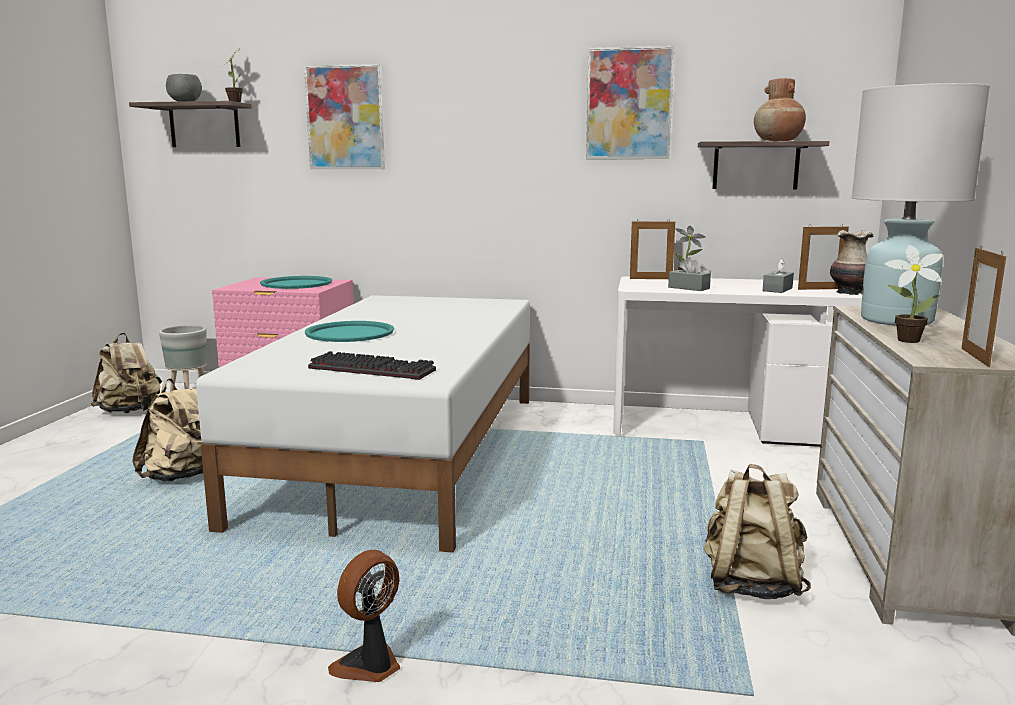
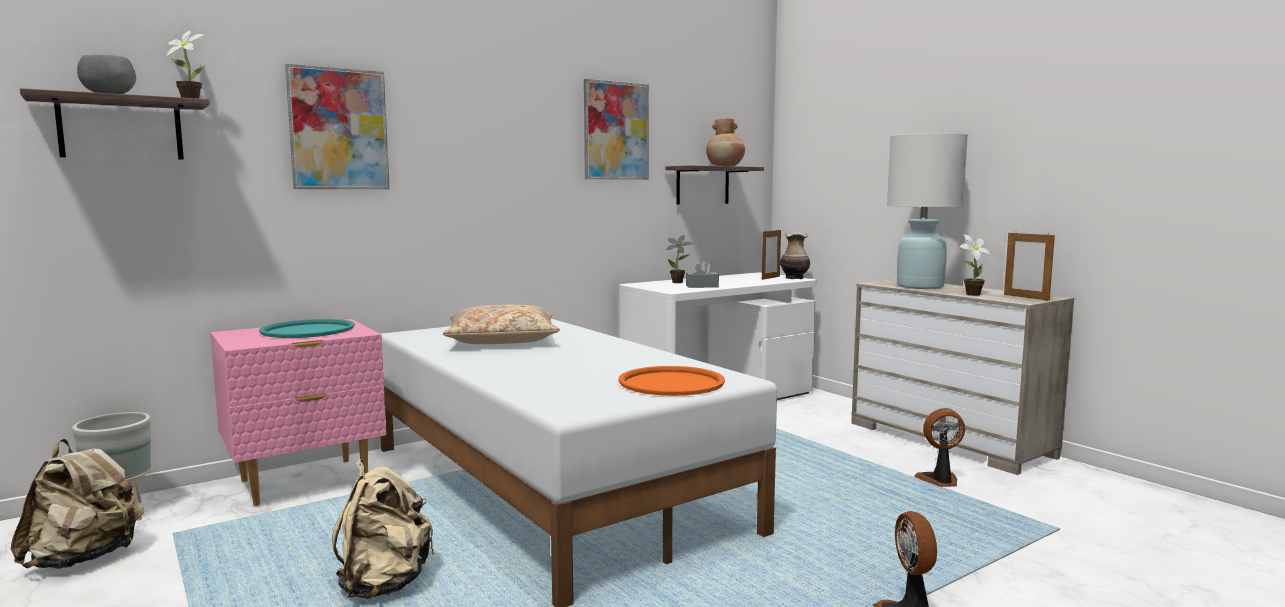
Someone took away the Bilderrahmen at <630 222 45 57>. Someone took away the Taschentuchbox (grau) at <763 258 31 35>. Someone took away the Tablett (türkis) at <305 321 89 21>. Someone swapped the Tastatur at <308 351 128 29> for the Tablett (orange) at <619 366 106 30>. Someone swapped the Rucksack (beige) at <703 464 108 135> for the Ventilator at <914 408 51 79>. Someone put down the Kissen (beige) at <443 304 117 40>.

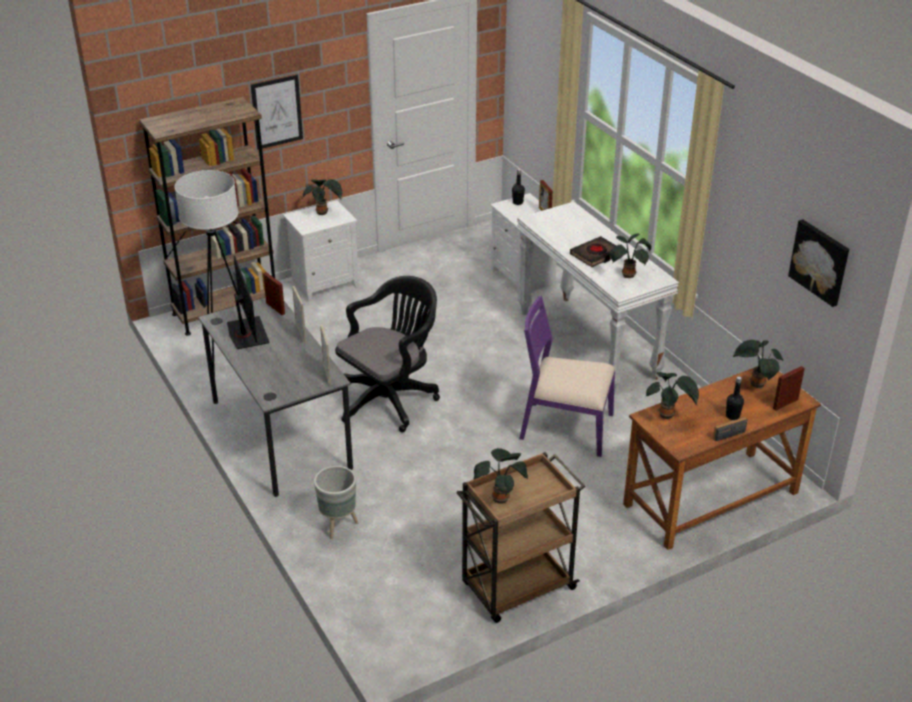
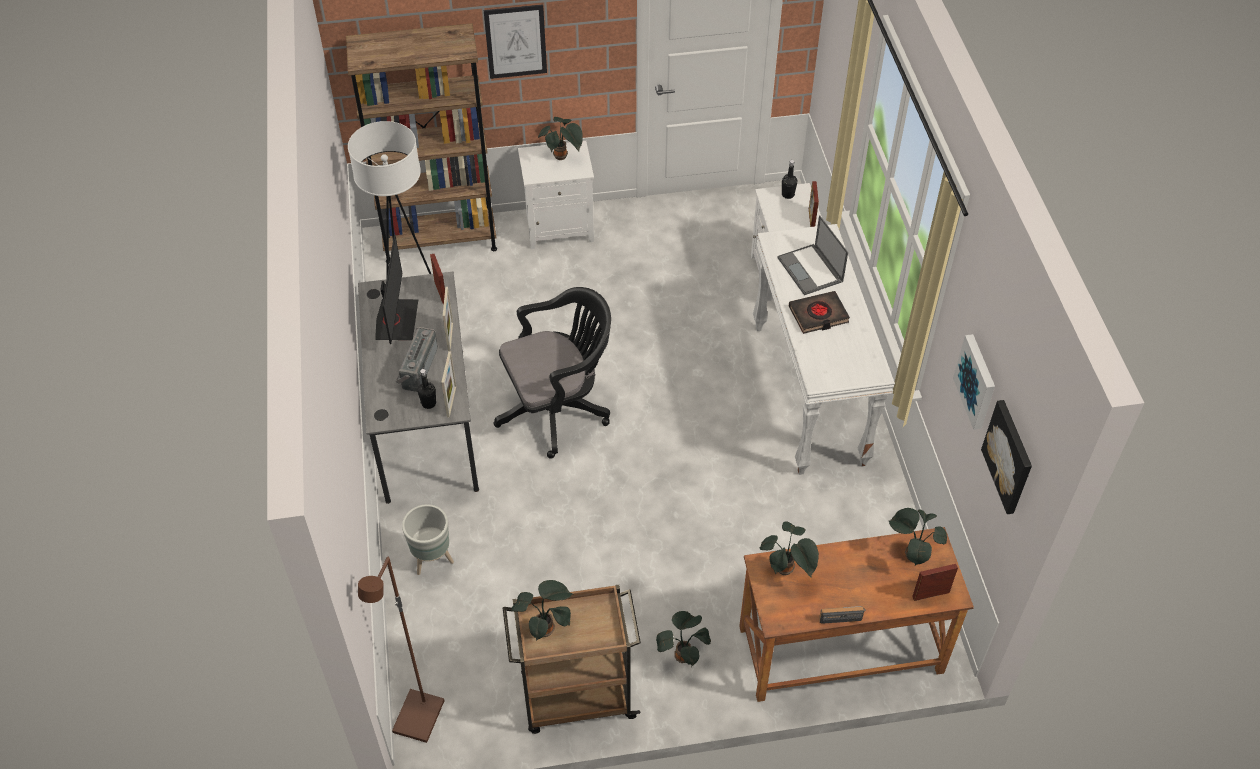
Someone carried the Topfpflanze from <610 233 41 45> to <656 611 55 56>. Someone took away the Stuhl (lila) at <519 296 96 161>. Someone carried the Flasche (schwarz) from <726 376 18 44> to <418 369 18 40>. Someone put down the Laptop at <777 215 71 80>. Someone put down the Radio at <395 327 43 65>. Someone put up the Bild at <953 334 42 96>. Someone put down the Stehlampe (braun) at <358 557 87 186>.

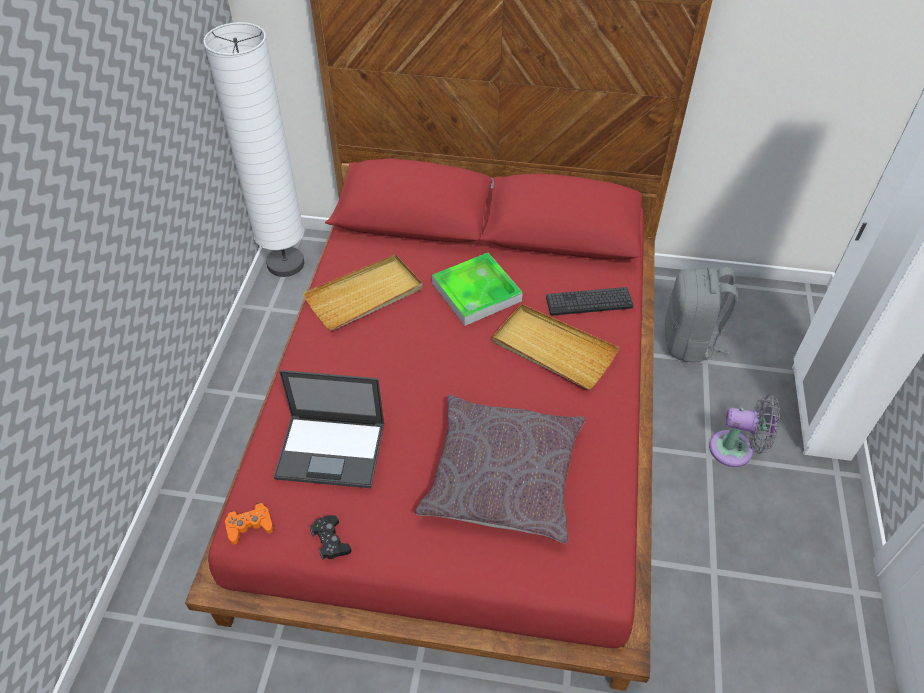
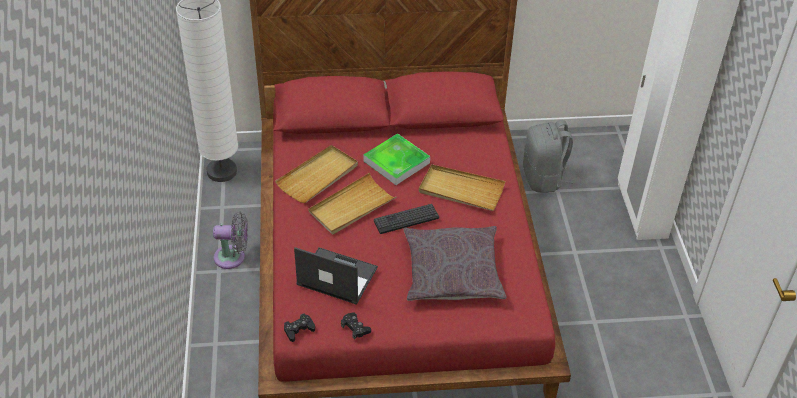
Someone carried the Tastatur from <546 287 87 29> to <374 204 65 30>. Someone rotated the Laptop at <274 370 110 118> by 150 degrees counterclockwise. Someone carried the Ventilator (grau) from <709 394 71 73> to <213 211 35 58>. Someone repainted the Gamepad (orange) at <225 503 48 41>, which became the Gamepad (schwarz) at <284 313 31 29>. Someone put down the Tablett (beige) at <309 172 88 63>.

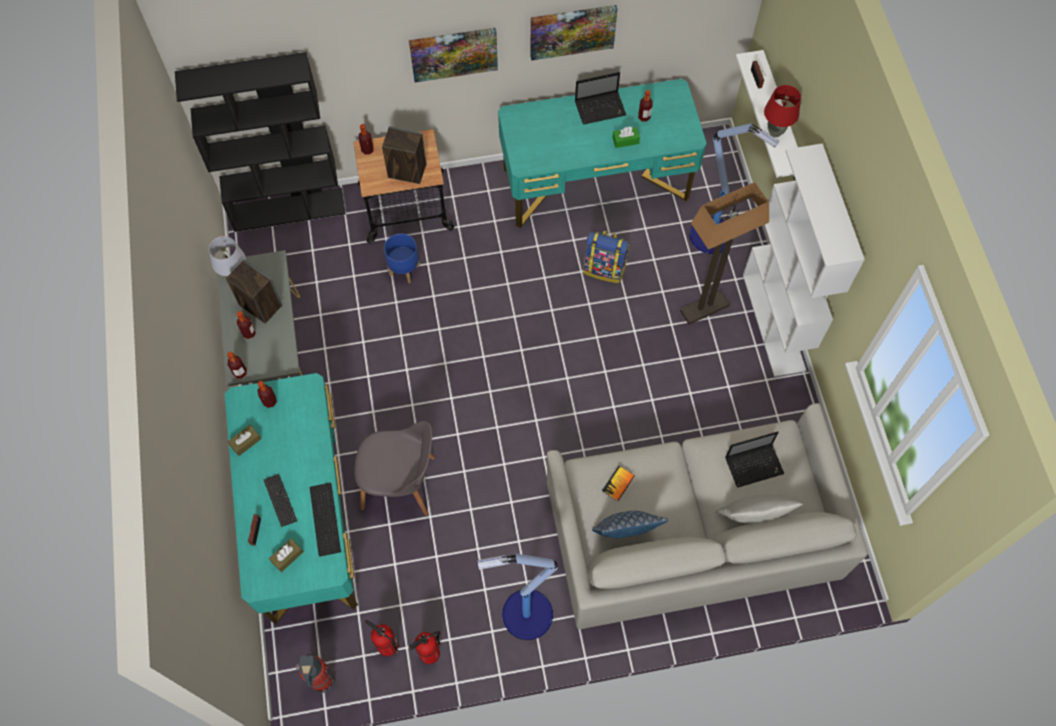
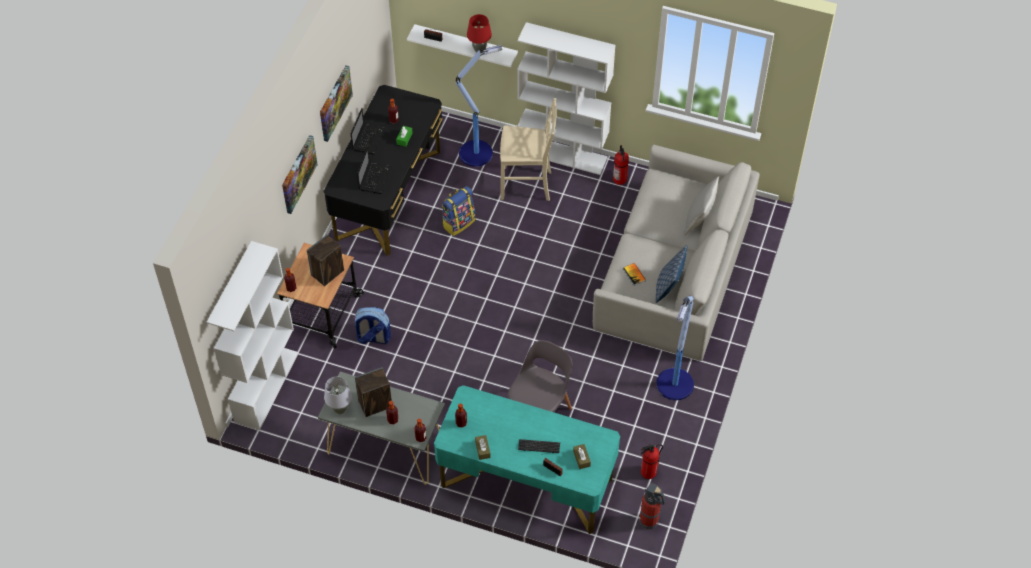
Someone repainted the Bücherregal (schwarz) at <175 52 171 180>, which became the Bücherregal (weiß) at <207 241 91 190>. Someone repainted the Schreibtisch (türkis) at <498 79 209 149>, which became the Schreibtisch (schwarz) at <324 85 118 171>. Someone swapped the Stehlampe at <680 182 89 143> for the Stuhl (beige) at <500 98 57 103>. Someone swapped the Pflanzkübel (blau) at <384 234 36 49> for the Rucksack at <353 307 38 37>. Someone carried the Laptop from <725 431 59 57> to <357 147 35 47>. Someone took away the Tastatur at <310 483 31 74>. Someone carried the Feuerlöscher from <408 631 33 33> to <613 145 16 40>.

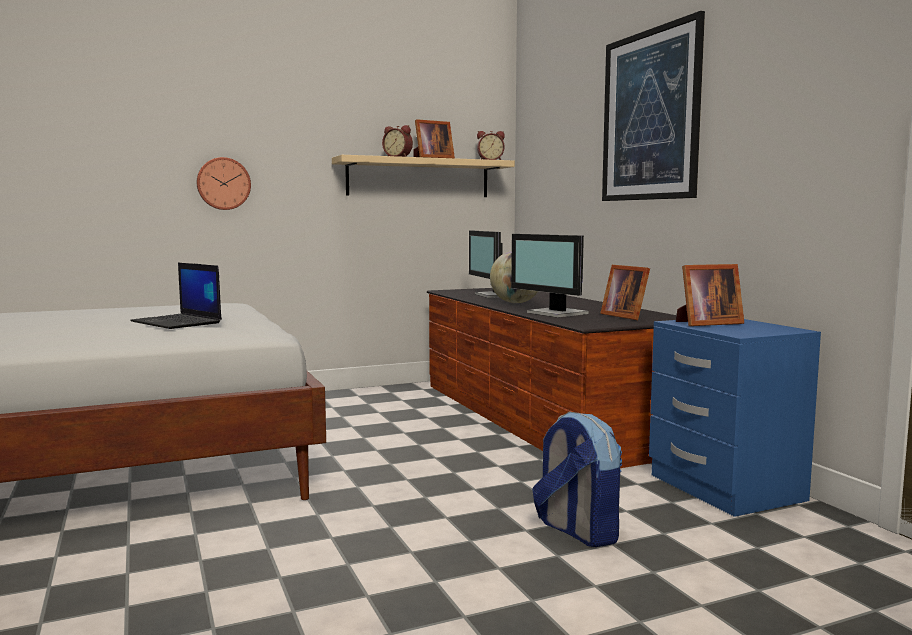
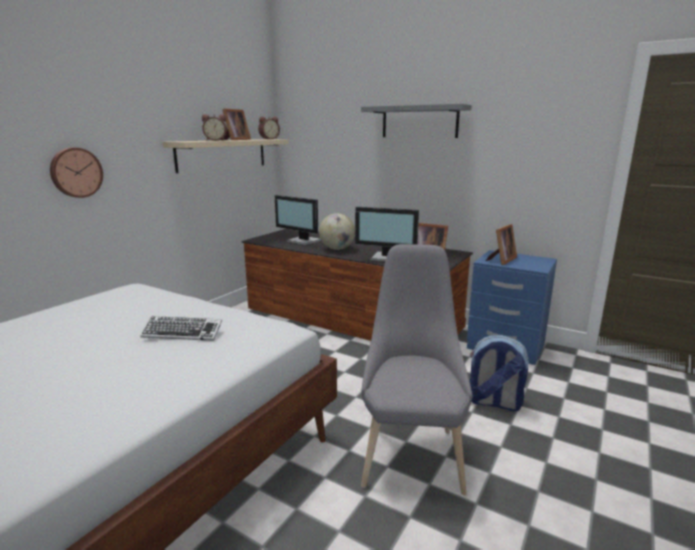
Someone swapped the Bild at <602 11 103 190> for the Wandregal (grau) at <361 103 111 35>. Someone swapped the Laptop at <130 263 92 66> for the Tastatur at <140 316 82 25>. Someone put down the Stuhl (grau) at <361 244 112 251>.

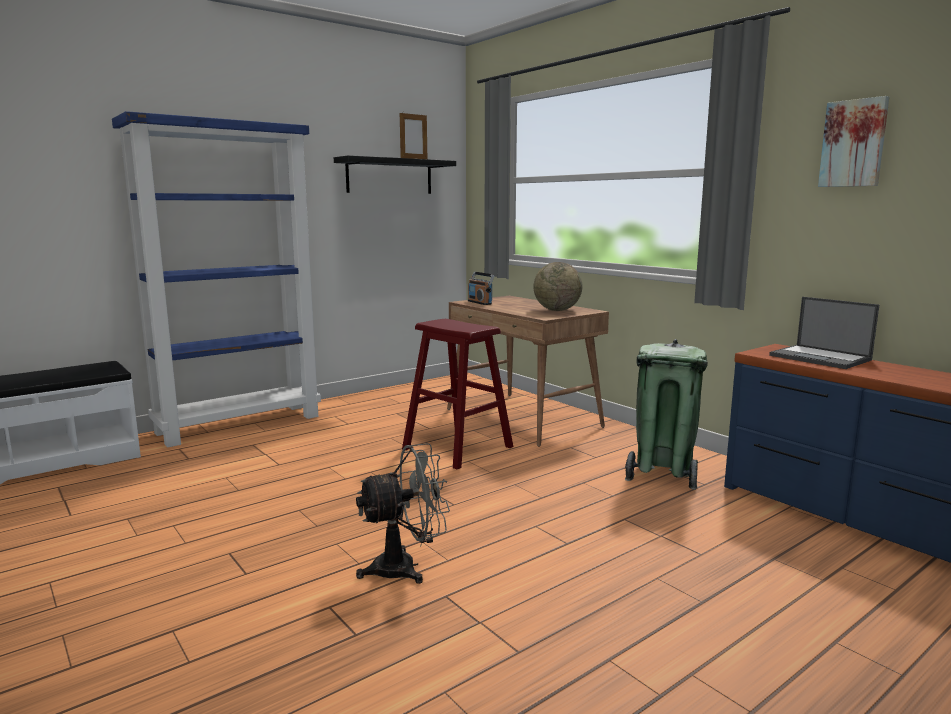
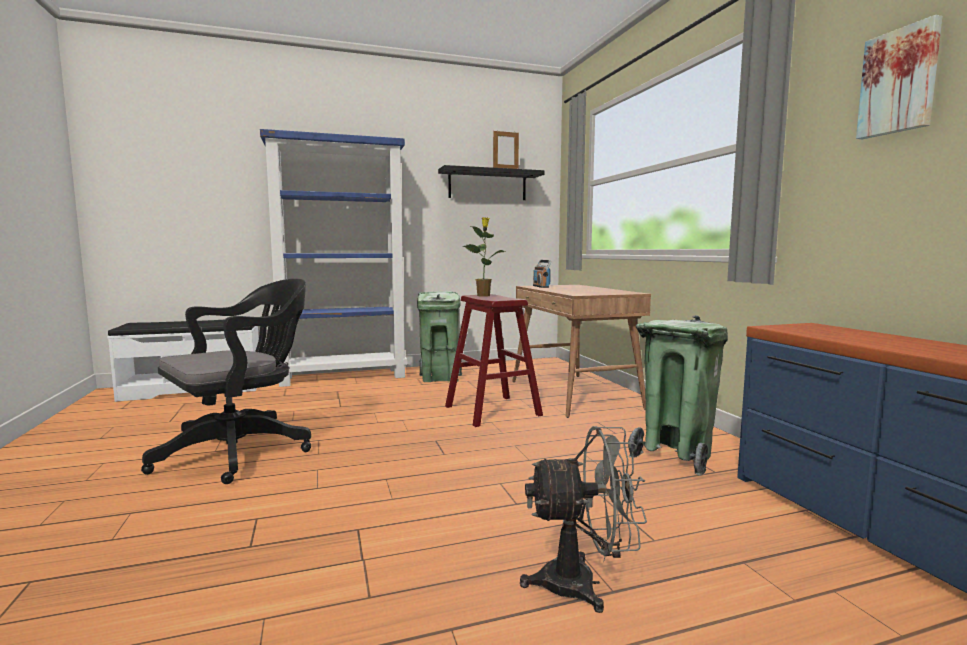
Someone took away the Globus at <534 262 48 49>. Someone took away the Laptop at <769 297 110 72>. Someone carried the Ventilator (grau) from <356 443 94 141> to <520 426 127 187>. Someone put down the Topfpflanze at <462 217 43 80>. Someone put down the Bürostuhl (schwarz) at <141 279 170 205>. Someone put down the Mülleimer (grün) at <417 291 45 91>.

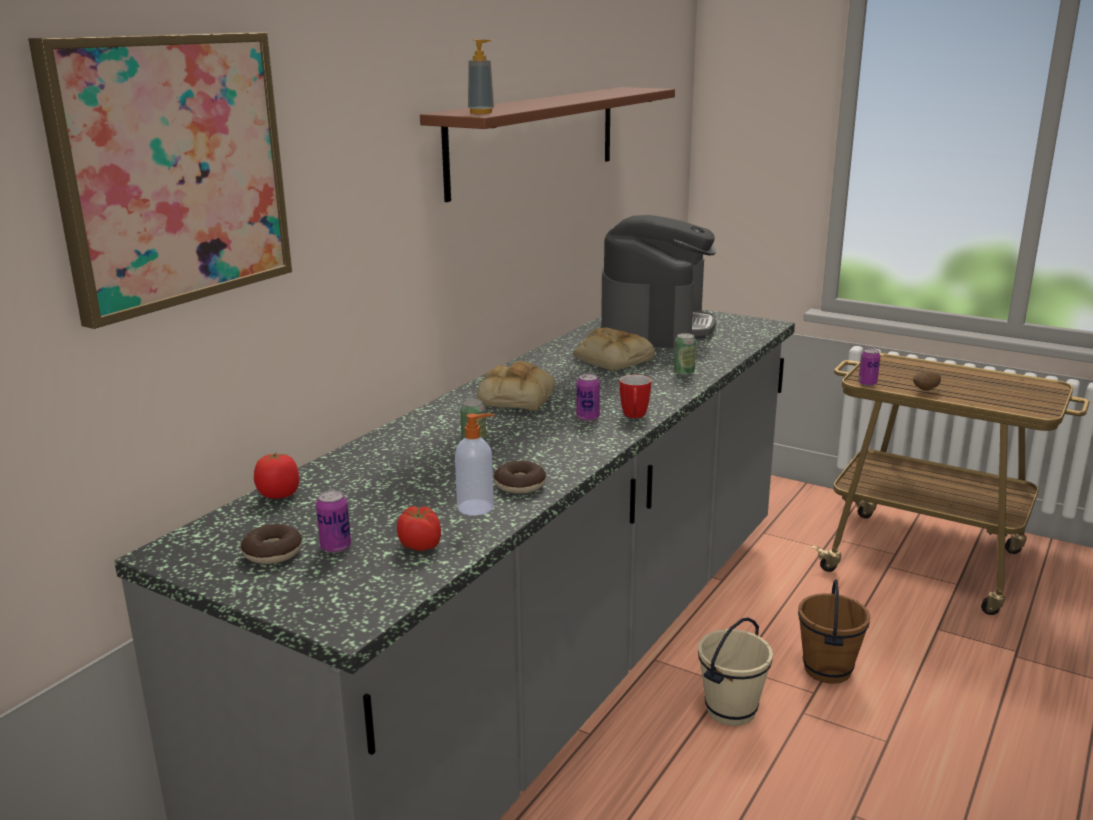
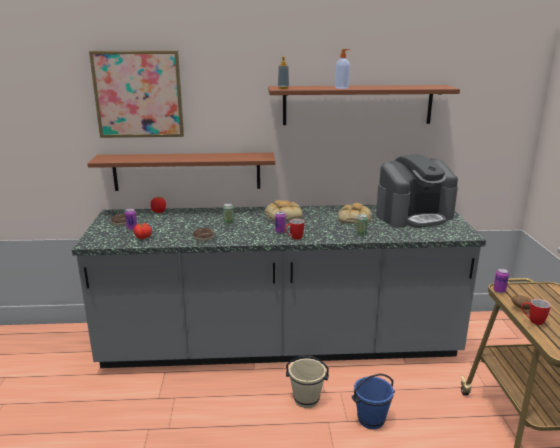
Someone carried the Seifenspender from <455 413 39 102> to <335 49 15 40>. Someone repainted the Eimer (braun) at <798 579 72 105>, which became the Eimer (blau) at <352 374 43 55>. Someone put up the Wandregal (braun) at <87 153 188 38>. Someone put down the Henkelbecher at <521 299 30 26>.

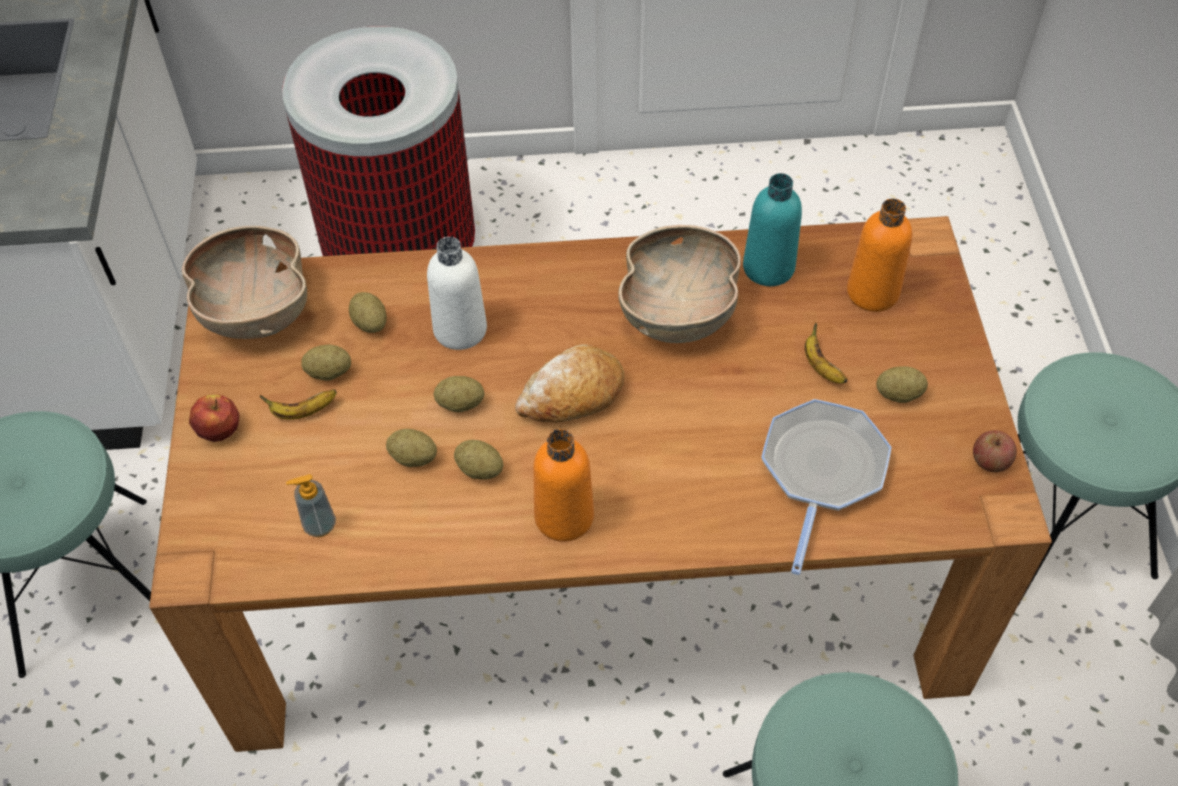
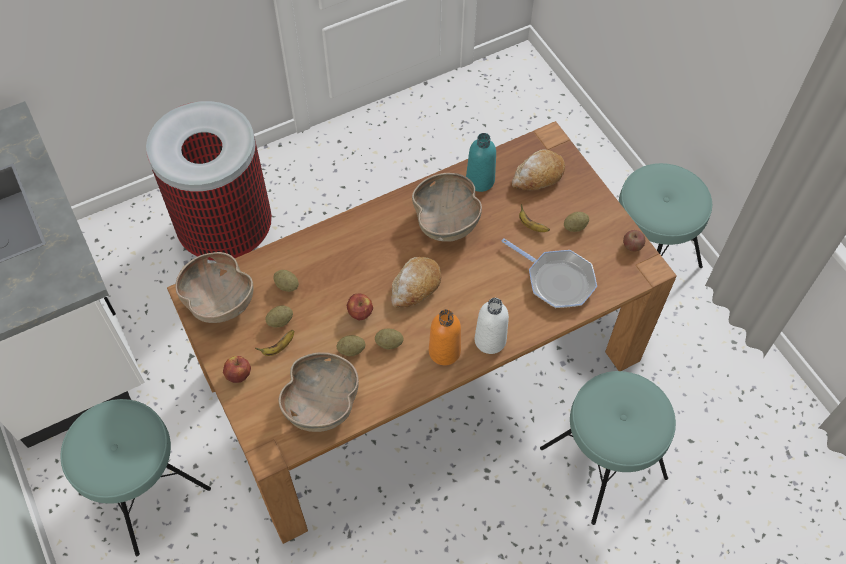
Someone swapped the Flasche (orange) at <847 198 65 114> for the Brot at <512 149 53 41>. Someone carried the Flasche (weiß) from <427 237 60 113> to <475 298 34 56>. Someone swapped the Kartoffel at <434 376 50 36> for the Apfel at <347 293 26 27>. Someone rotated the Pfanne at <761 399 131 176> by 135 degrees clockwise. Someone swapped the Seifenspender at <286 474 50 63> for the Schüssel (braun) at <279 352 80 80>.

